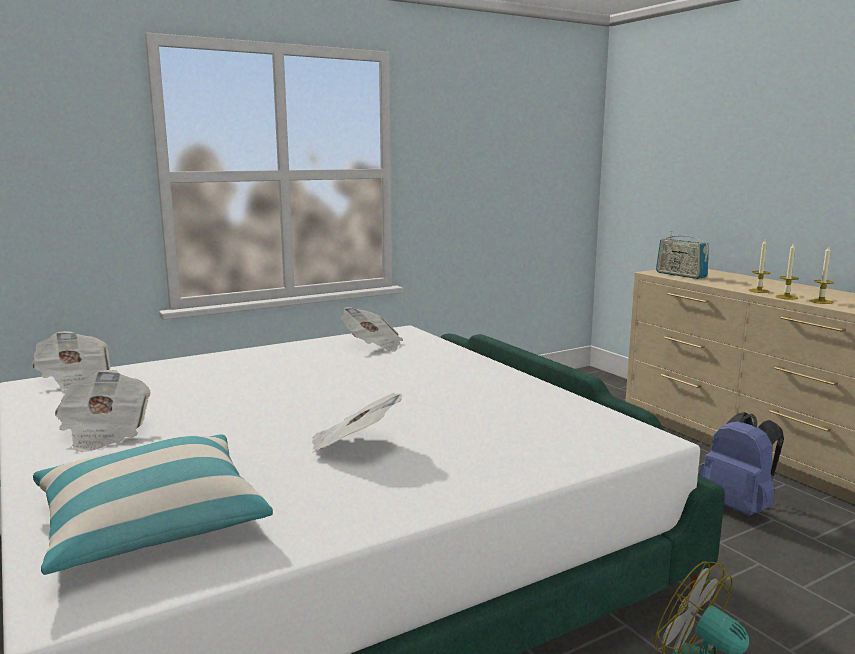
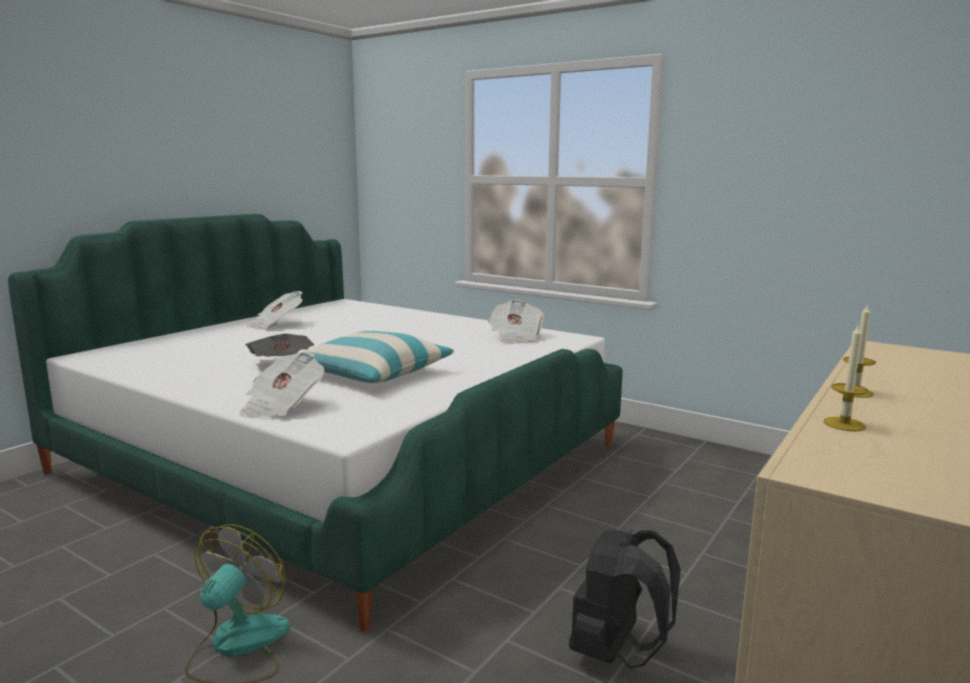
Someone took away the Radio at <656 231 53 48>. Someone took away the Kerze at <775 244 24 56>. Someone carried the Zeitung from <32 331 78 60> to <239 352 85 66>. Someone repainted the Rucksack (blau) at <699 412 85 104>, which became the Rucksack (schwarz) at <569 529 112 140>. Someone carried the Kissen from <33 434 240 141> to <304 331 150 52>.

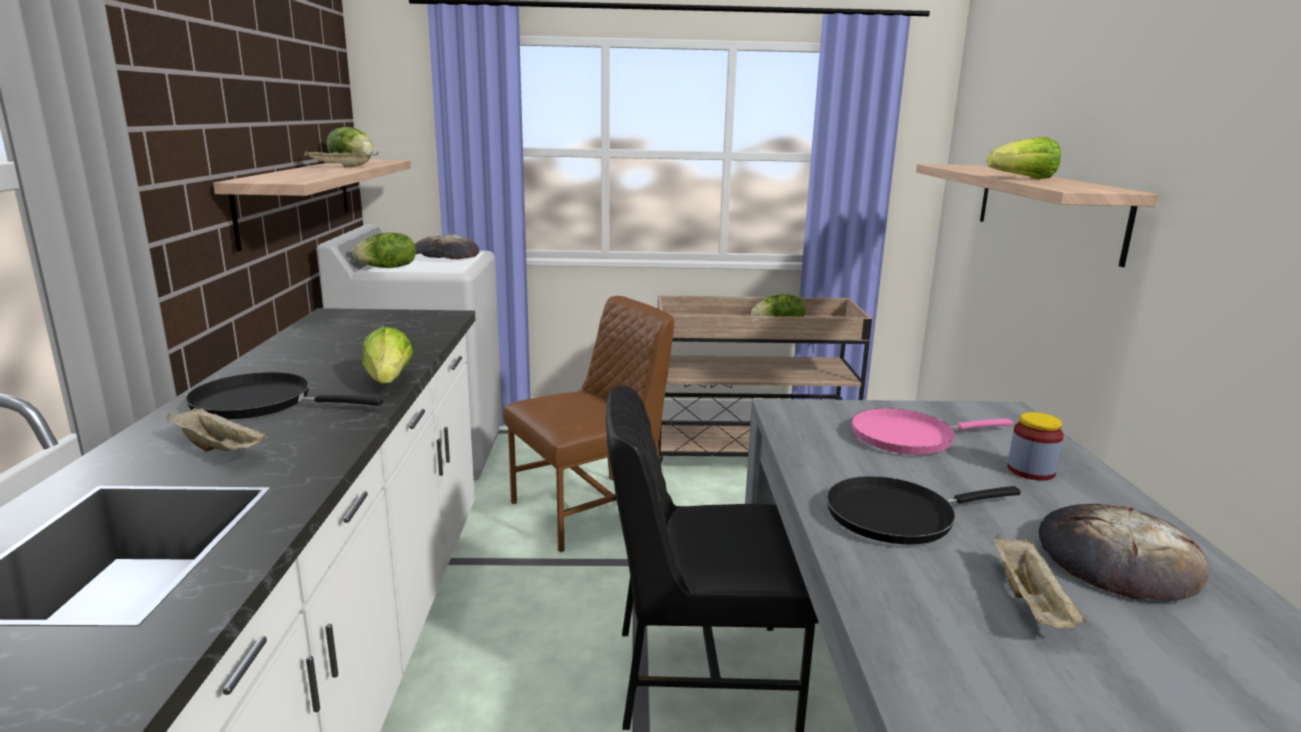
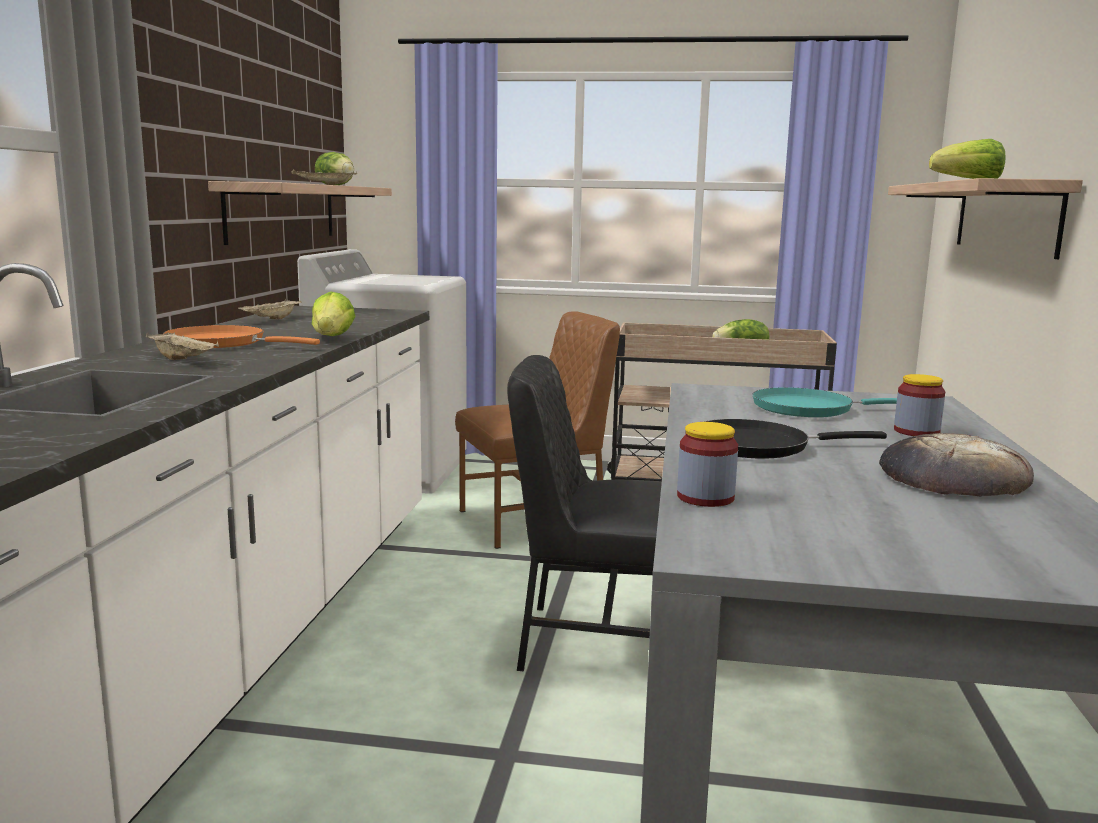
Someone took away the Salatkopf at <352 232 64 36>. Someone took away the Brot at <415 234 64 26>. Someone repainted the Pfanne (schwarz) at <185 372 198 47>, which became the Pfanne (orange) at <163 325 157 23>. Someone repainted the Pfanne (rosa) at <851 408 162 46>, which became the Pfanne (türkis) at <753 387 144 30>. Someone carried the Tablett (beige) from <993 534 95 94> to <238 298 63 22>. Someone put down the Vorratsglas at <677 422 61 85>.

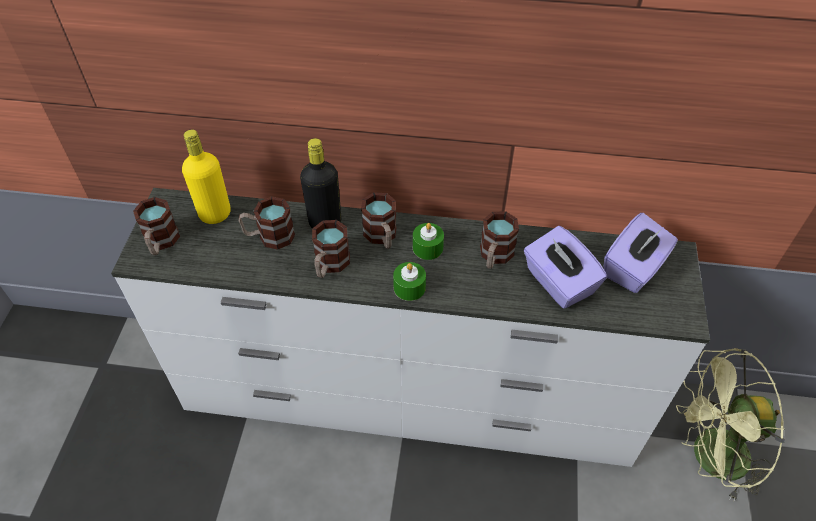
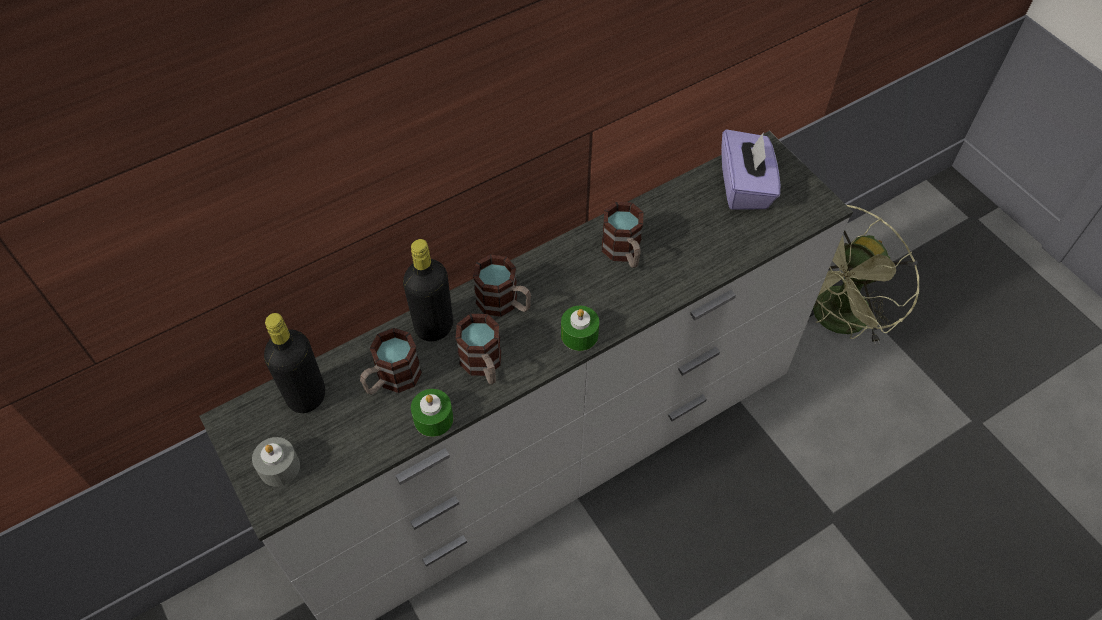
Someone repainted the Flasche (gelb) at <182 130 49 94>, which became the Flasche (schwarz) at <264 313 61 100>. Someone swapped the Henkelbecher at <133 197 47 58> for the Kerze (grau) at <252 437 48 50>. Someone carried the Kerze (grün) from <413 223 31 37> to <411 389 42 48>. Someone took away the Taschentuchbox (lila) at <524 226 83 83>.

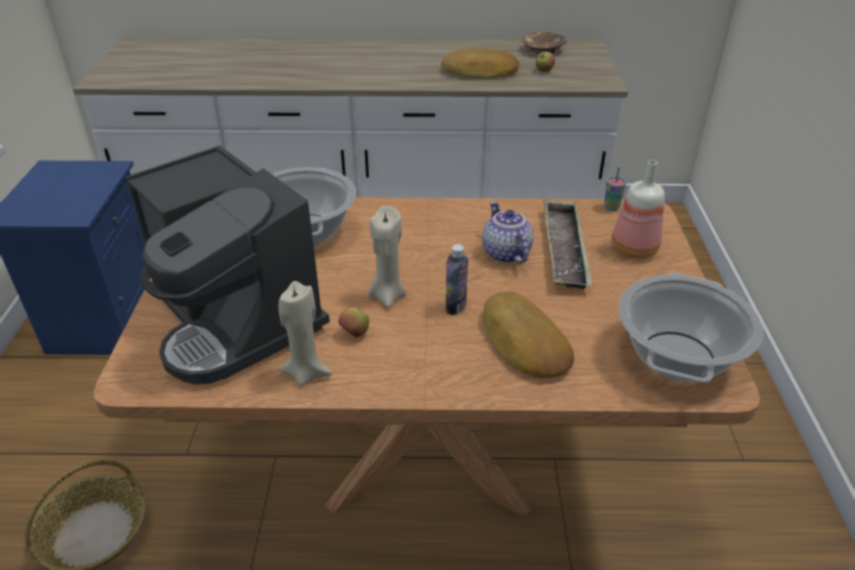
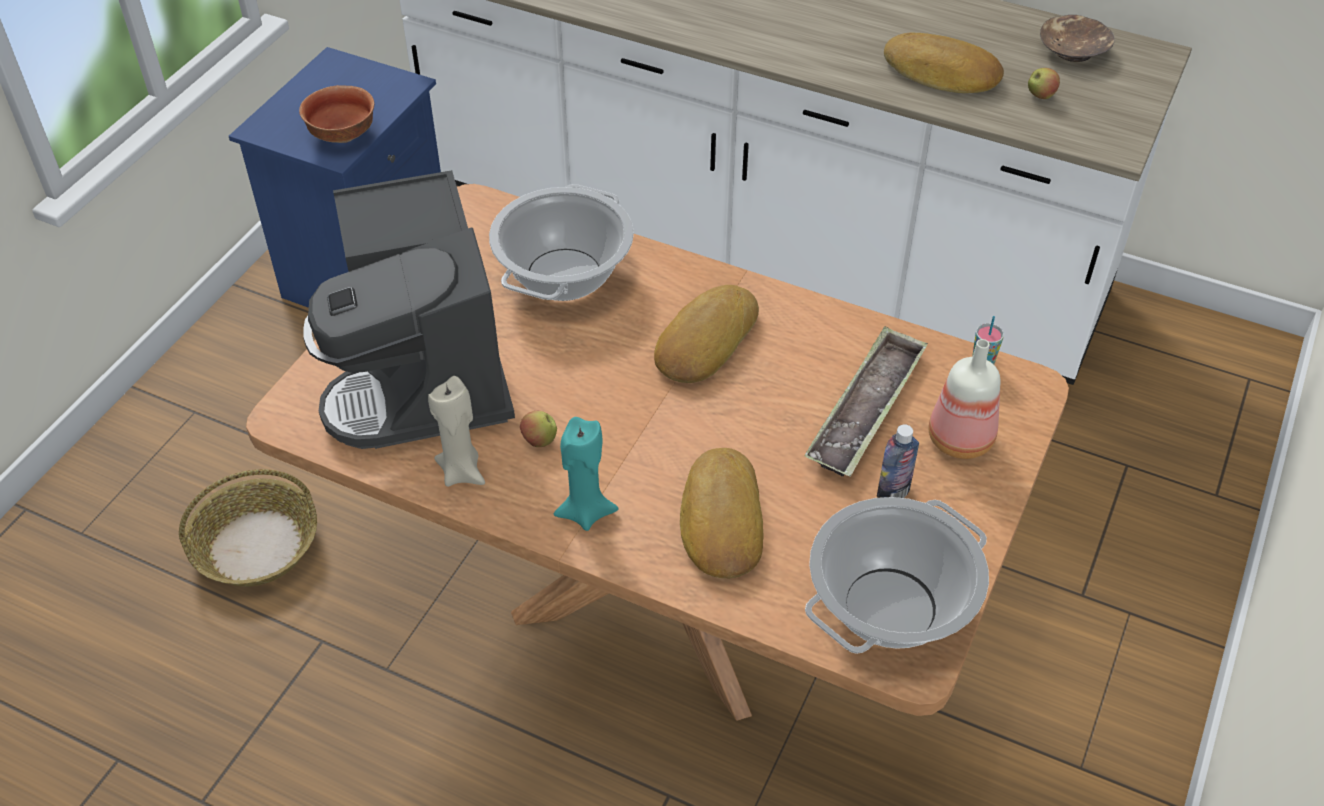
Someone took away the Teekanne at <482 201 52 63>. Someone took away the Kerze (beige) at <368 206 38 102>. Someone carried the Flasche from <445 244 23 71> to <877 424 42 74>. Someone put down the Schüssel at <299 85 75 58>. Someone put down the Brot at <654 285 105 98>. Someone put down the Kerze (türkis) at <554 417 64 114>.

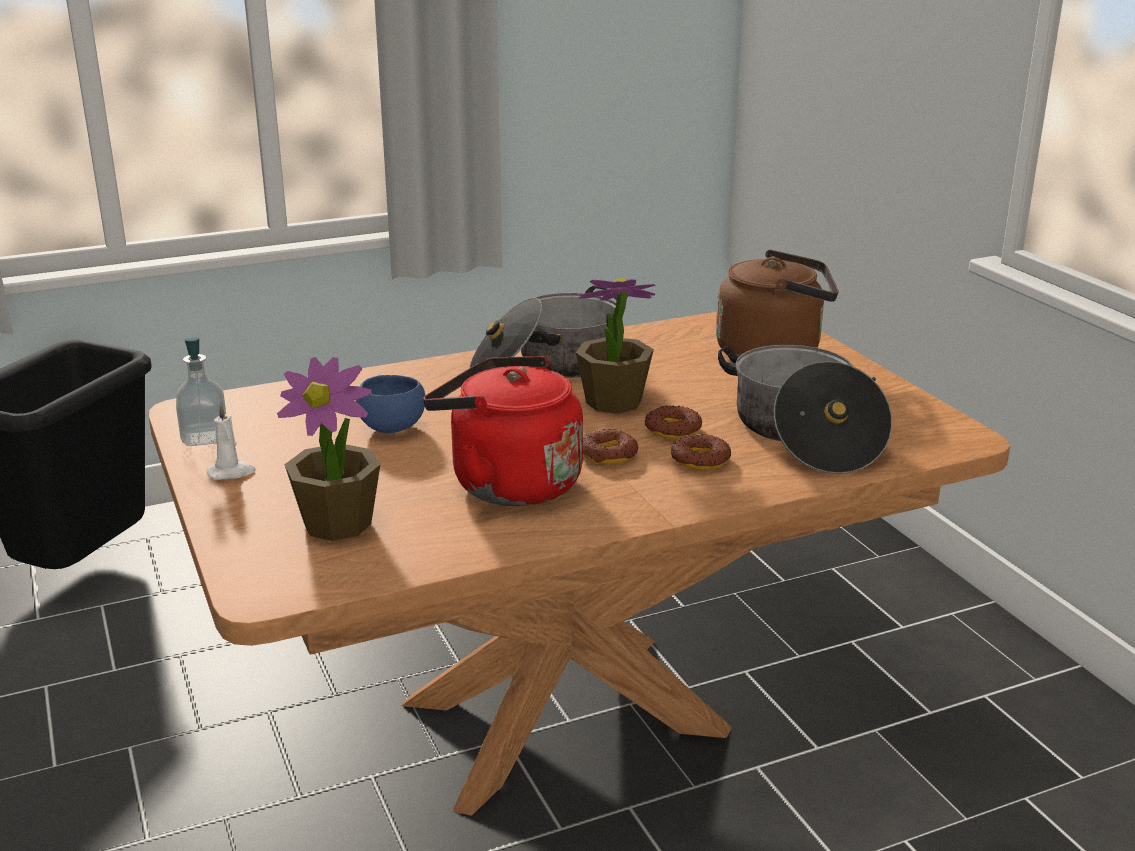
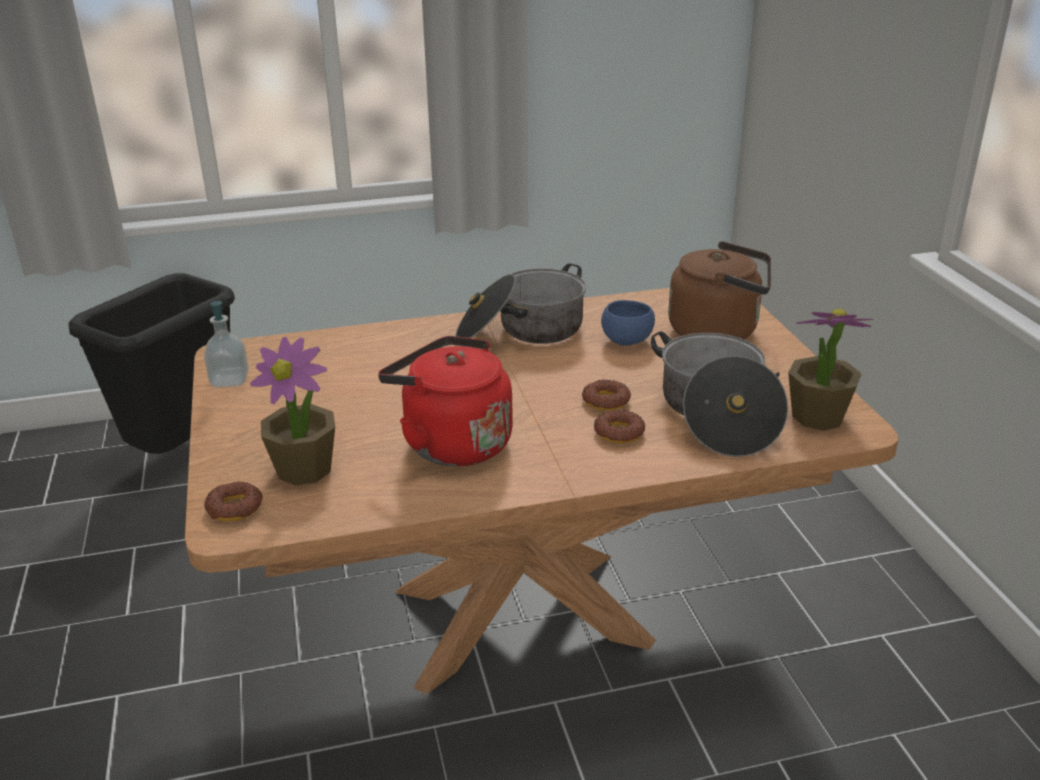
Someone carried the Topfpflanze from <576 278 79 136> to <788 309 86 122>. Someone carried the Schüssel (blau) from <356 375 69 58> to <601 300 54 46>. Someone took away the Kerze (weiß) at <207 403 49 77>. Someone carried the Donut from <583 429 55 36> to <204 482 59 40>.

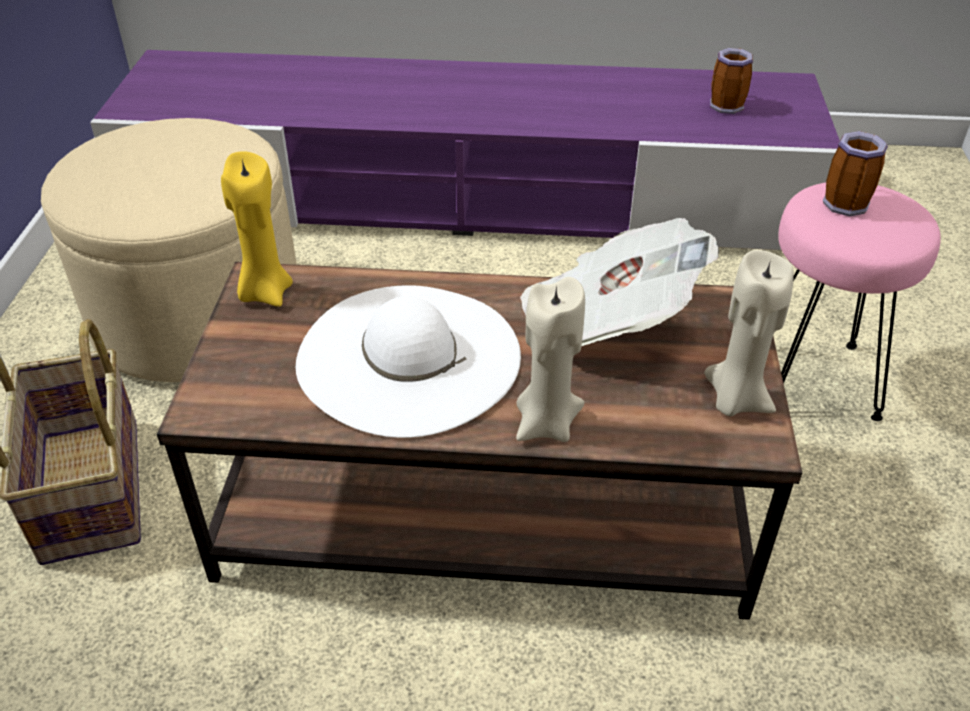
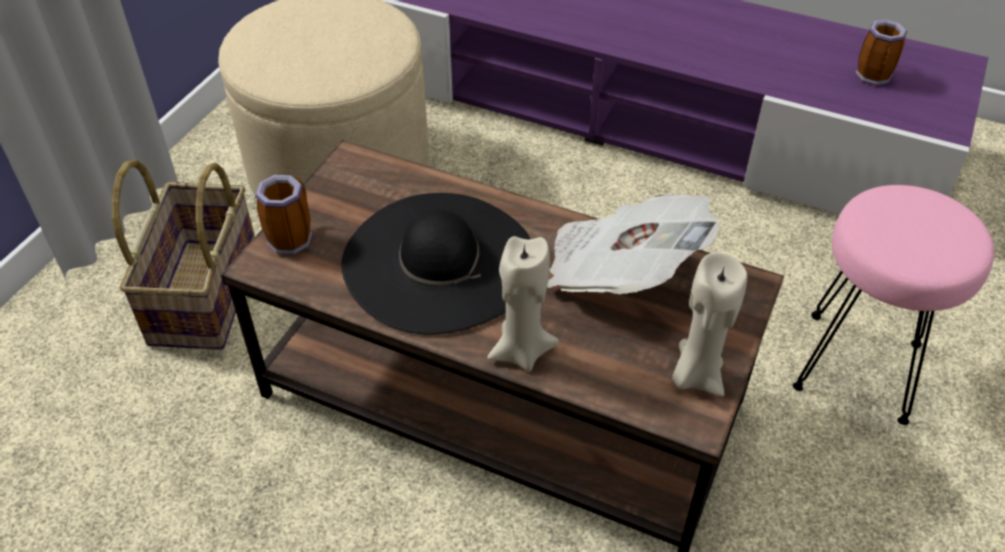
Someone carried the Henkelbecher from <823 131 65 85> to <255 175 57 80>. Someone took away the Kerze (gelb) at <221 151 72 156>. Someone repainted the Hut (weiß) at <296 285 225 153>, which became the Hut (schwarz) at <341 193 189 141>.

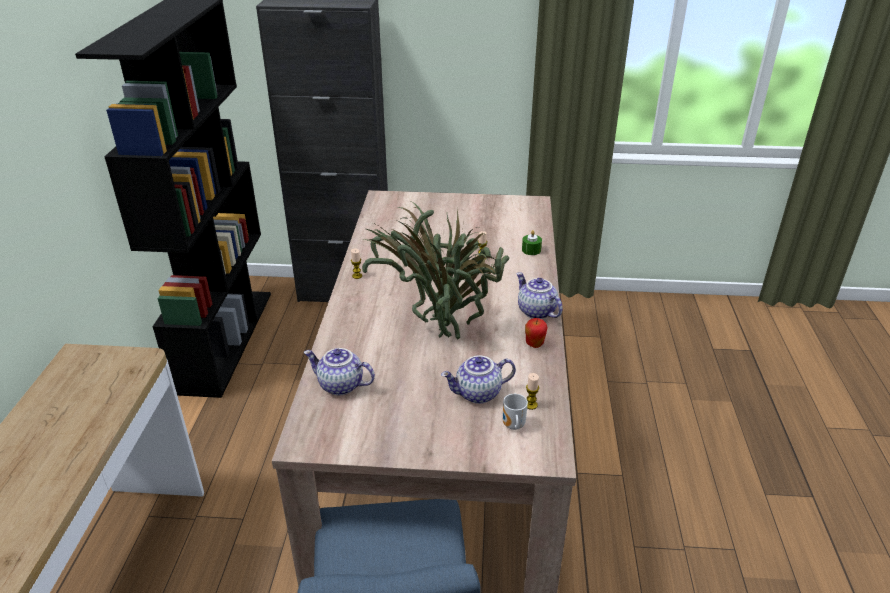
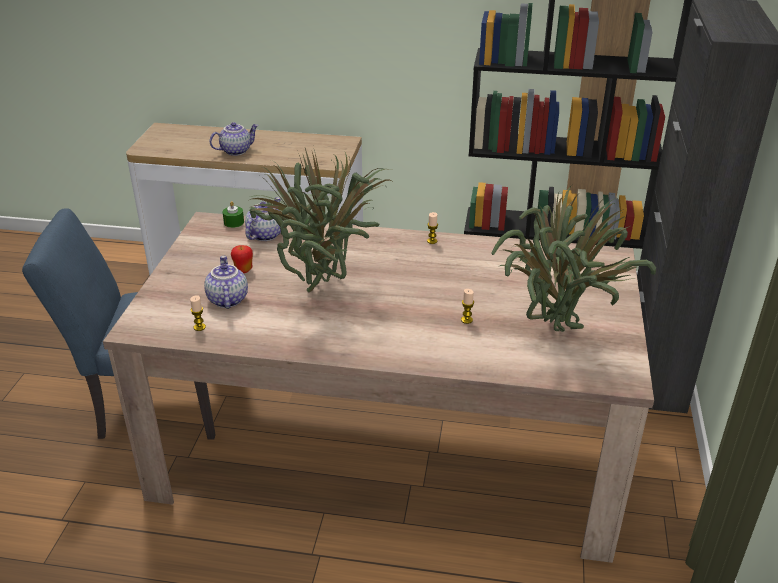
Someone carried the Kerze (grün) from <522 230 20 25> to <223 201 21 27>. Someone carried the Teekanne from <516 272 47 47> to <210 122 49 34>. Someone carried the Apfel from <525 318 22 30> to <231 245 22 28>. Someone took away the Henkelbecher at <503 394 25 36>. Someone put down the Topfpflanze at <491 185 165 147>.

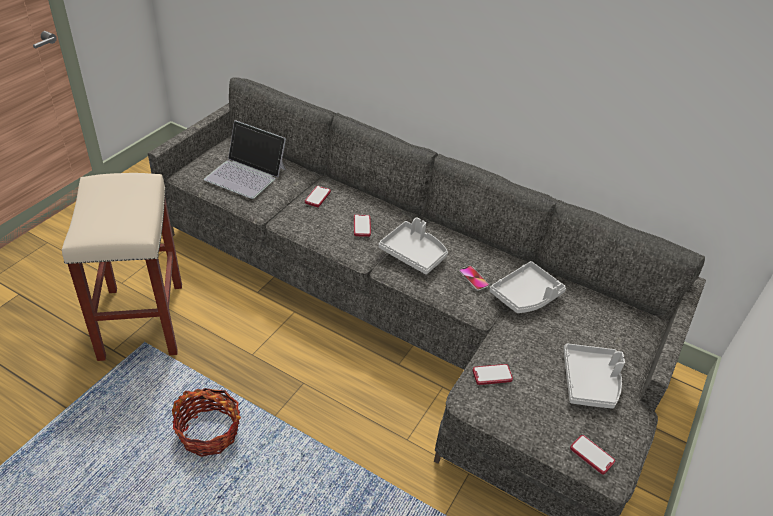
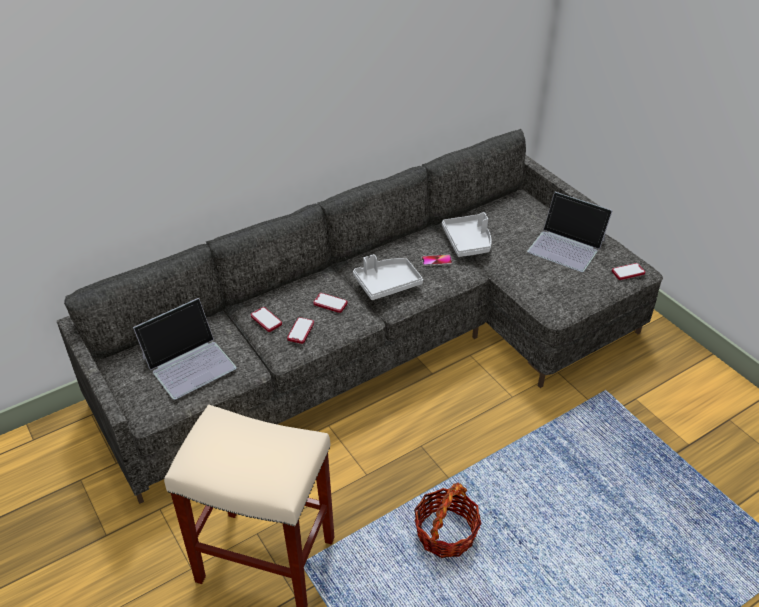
Someone swapped the Tablett (grau) at <563 343 62 66> for the Laptop at <527 192 86 80>. Someone carried the Handy from <473 364 40 21> to <287 317 27 27>.

